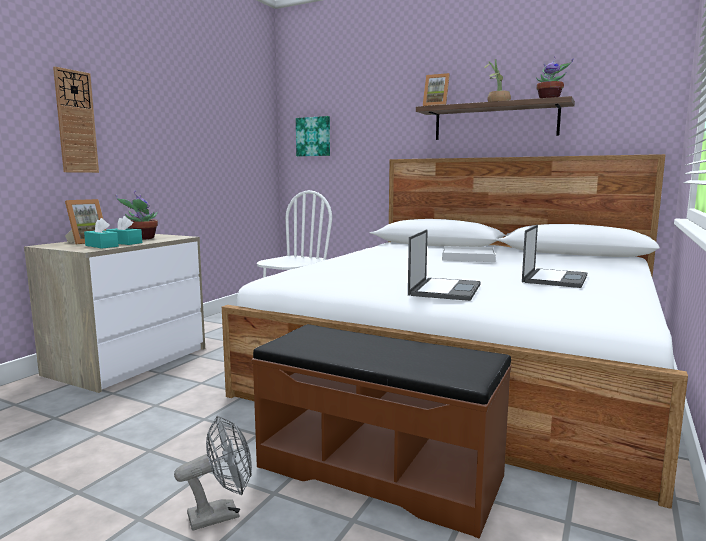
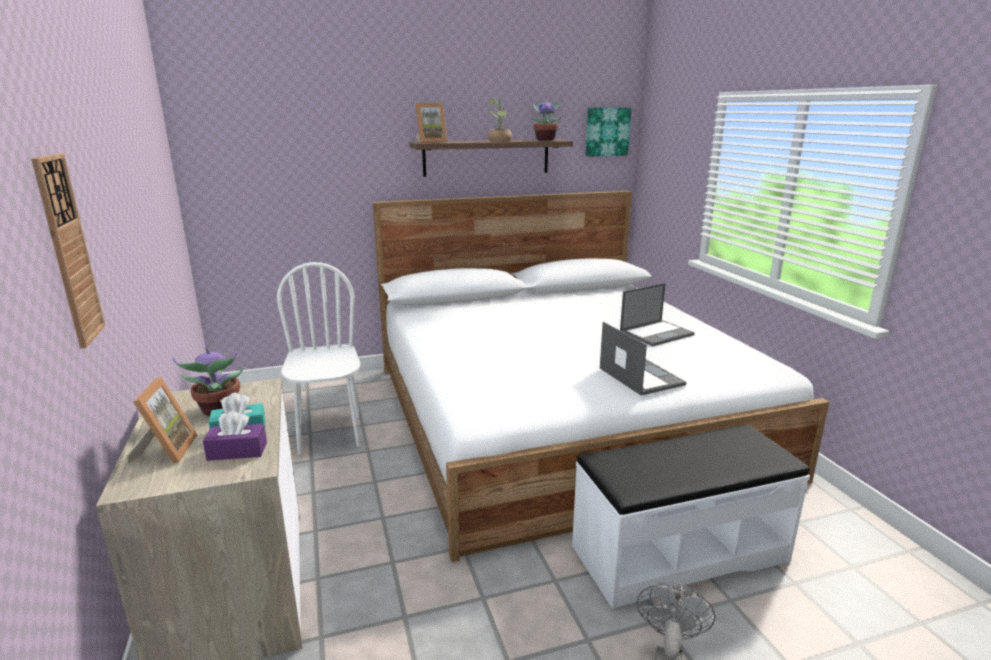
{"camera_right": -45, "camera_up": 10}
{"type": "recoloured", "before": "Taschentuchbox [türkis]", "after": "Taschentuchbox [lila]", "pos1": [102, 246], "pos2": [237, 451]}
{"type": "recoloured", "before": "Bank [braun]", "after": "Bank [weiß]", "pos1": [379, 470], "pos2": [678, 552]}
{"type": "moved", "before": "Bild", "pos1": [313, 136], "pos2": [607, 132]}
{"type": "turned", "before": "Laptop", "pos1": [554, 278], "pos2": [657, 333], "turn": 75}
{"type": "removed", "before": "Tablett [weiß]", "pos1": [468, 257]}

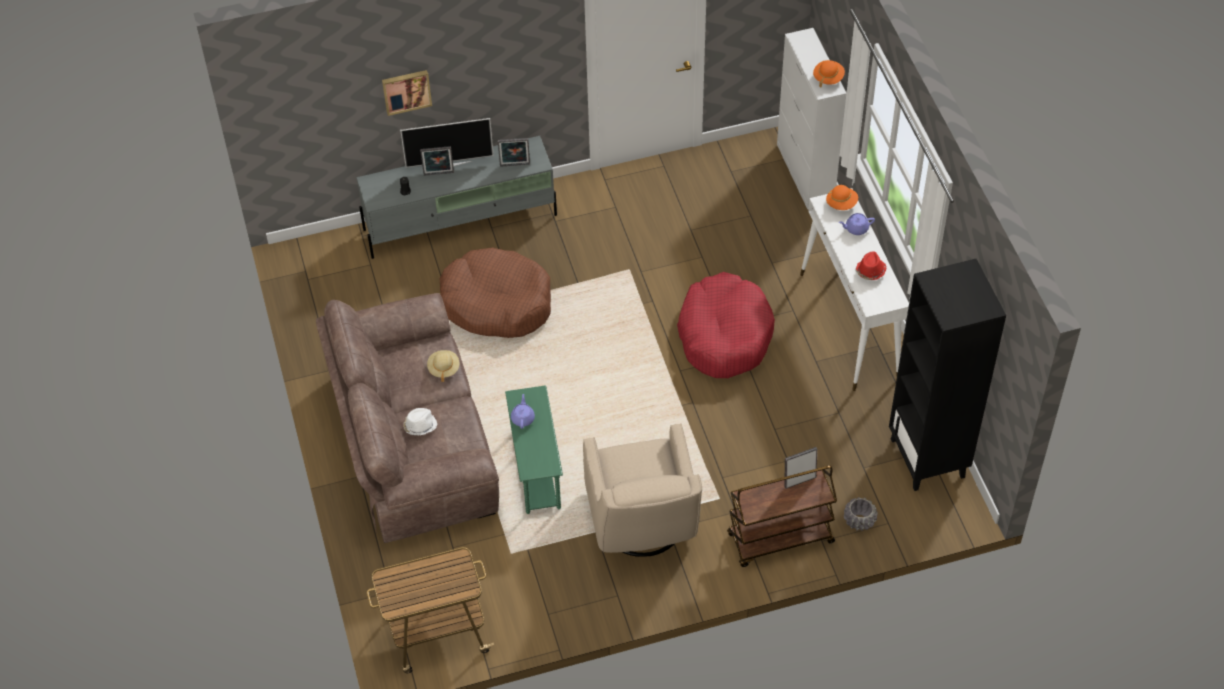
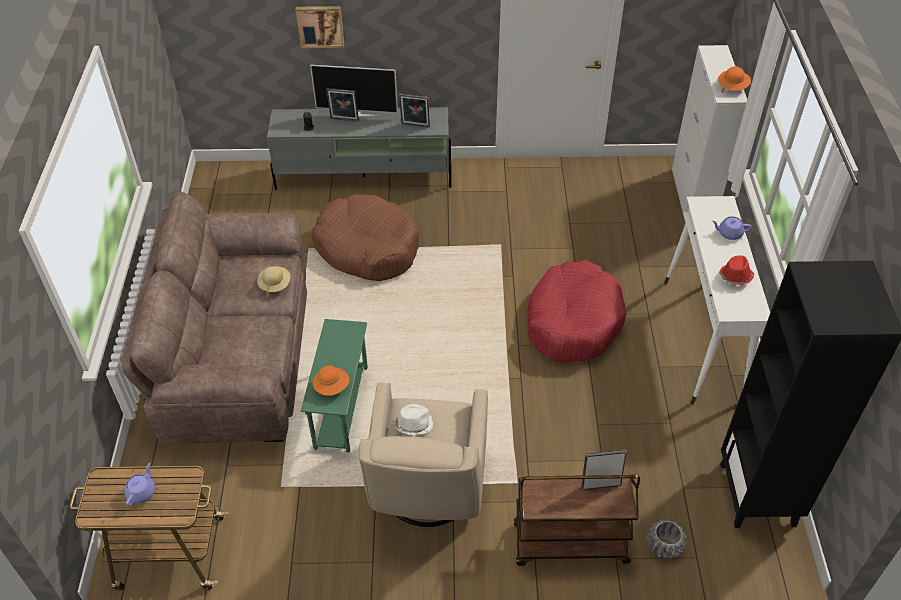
{"camera_right": 15, "camera_up": -5}
{"type": "moved", "before": "Teekanne [lila]", "pos1": [523, 418], "pos2": [142, 492]}
{"type": "moved", "before": "Hut [orange]", "pos1": [841, 203], "pos2": [332, 386]}
{"type": "moved", "before": "Hut [weiß]", "pos1": [419, 426], "pos2": [413, 424]}

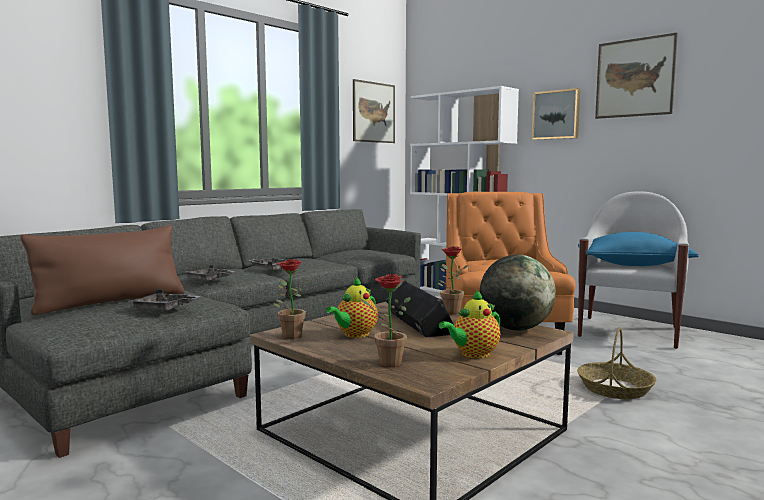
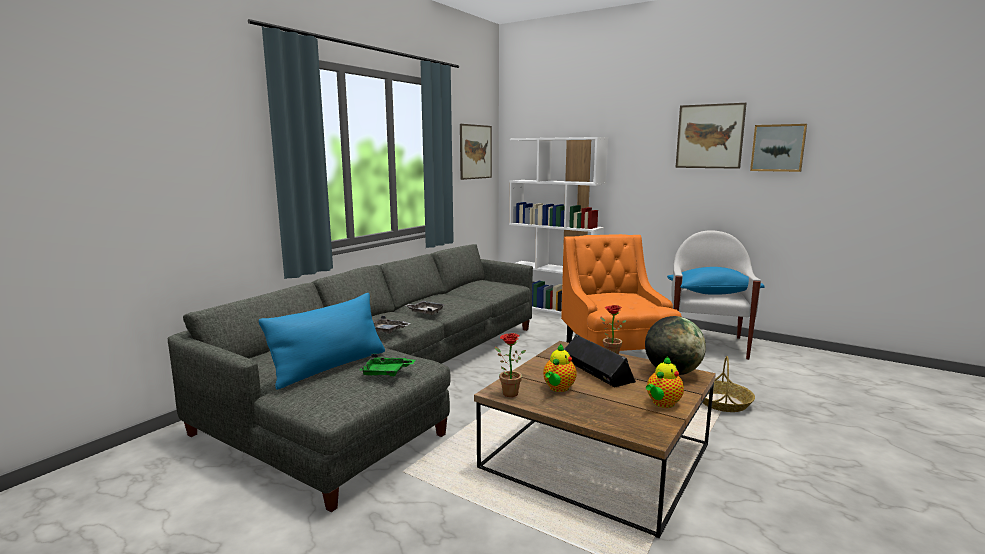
{"camera_right": -10, "camera_up": 5}
{"type": "recoloured", "before": "Kissen [braun]", "after": "Kissen [blau]", "pos1": [111, 302], "pos2": [330, 367]}
{"type": "recoloured", "before": "Tablett [grau]", "after": "Tablett [grün]", "pos1": [164, 308], "pos2": [386, 372]}
{"type": "moved", "before": "Bild", "pos1": [556, 115], "pos2": [778, 148]}
{"type": "removed", "before": "Topfpflanze", "pos1": [385, 363]}

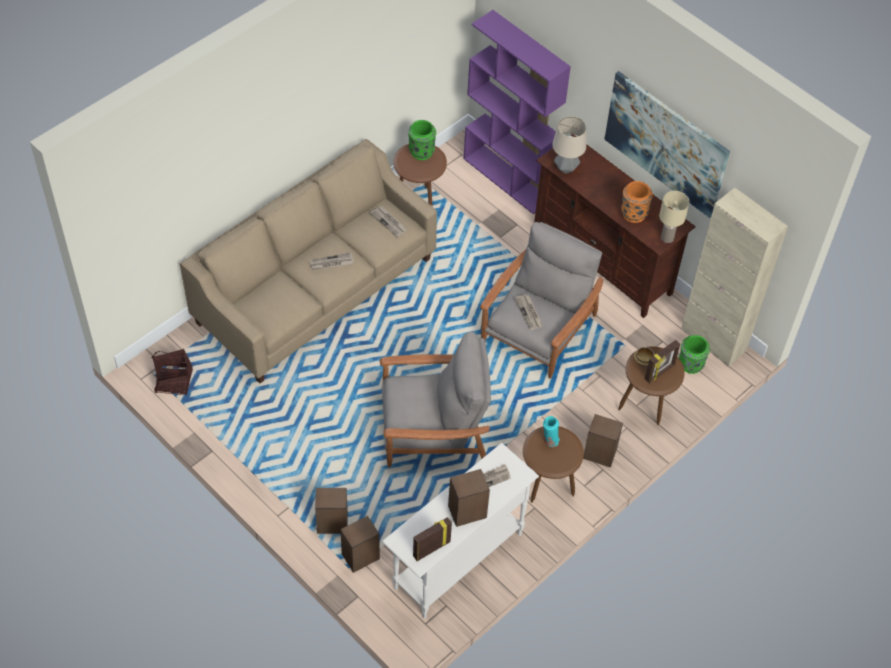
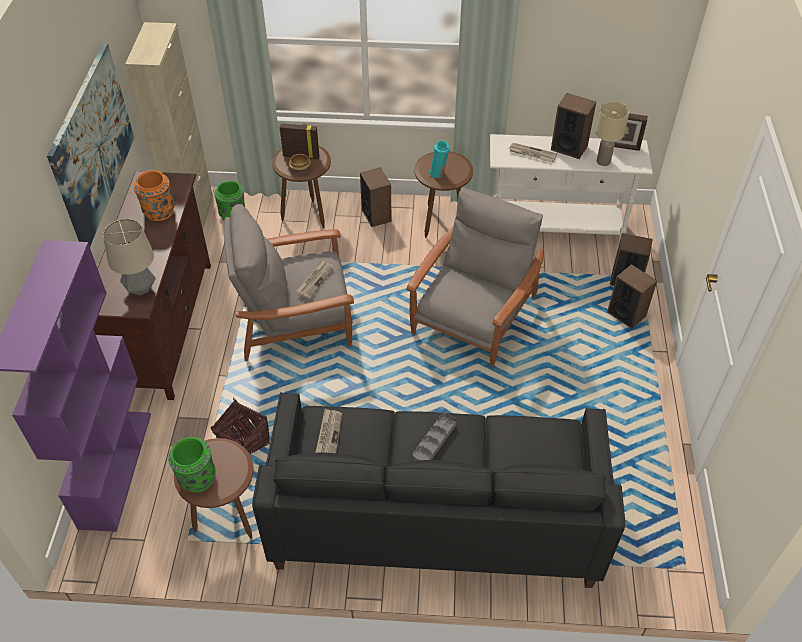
{"camera_right": -130, "camera_up": -5}
{"type": "moved", "before": "Korb", "pos1": [174, 381], "pos2": [243, 441]}
{"type": "recoloured", "before": "Sofa [beige]", "after": "Sofa [schwarz]", "pos1": [315, 290], "pos2": [434, 516]}
{"type": "turned", "before": "Sessel [grau]", "pos1": [432, 430], "pos2": [473, 316], "turn": 75}
{"type": "replaced", "before": "Zeitung", "after": "Tablett [grau]", "pos1": [331, 263], "pos2": [434, 441]}
{"type": "moved", "before": "Tischlampe [beige]", "pos1": [667, 238], "pos2": [603, 161]}

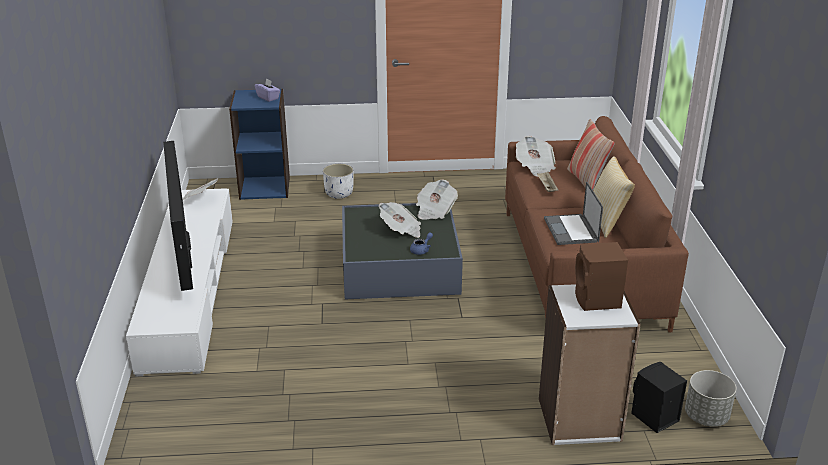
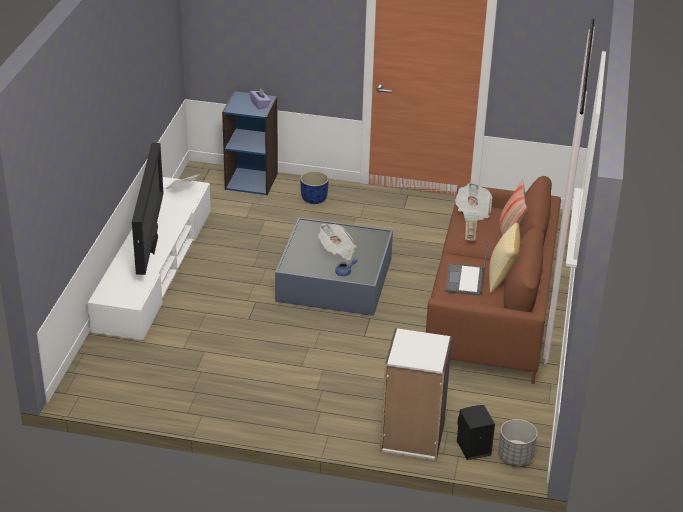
{"camera_right": 15, "camera_up": 5}
{"type": "recoloured", "before": "Pflanzkübel [weiß]", "after": "Pflanzkübel [blau]", "pos1": [339, 193], "pos2": [314, 199]}
{"type": "removed", "before": "Zeitung", "pos1": [434, 211]}
{"type": "removed", "before": "Lautsprecher [braun]", "pos1": [597, 301]}

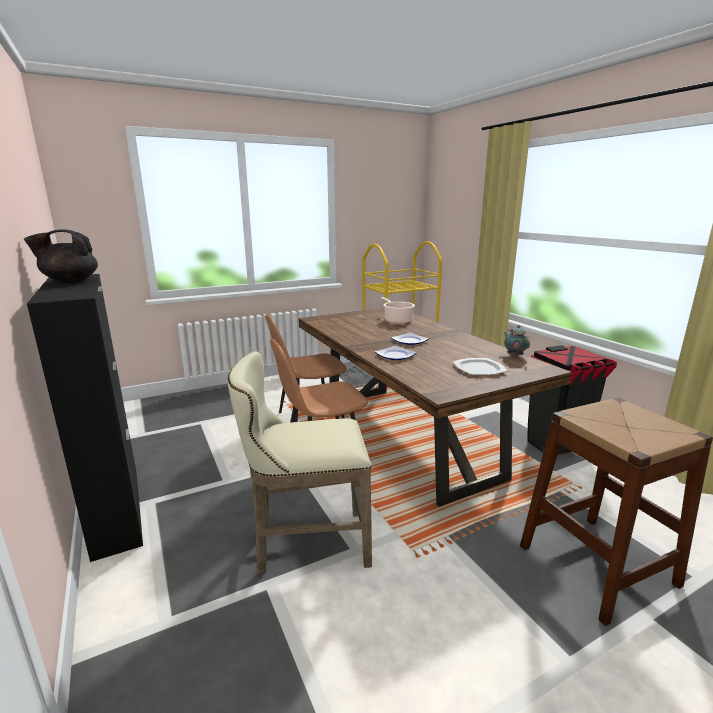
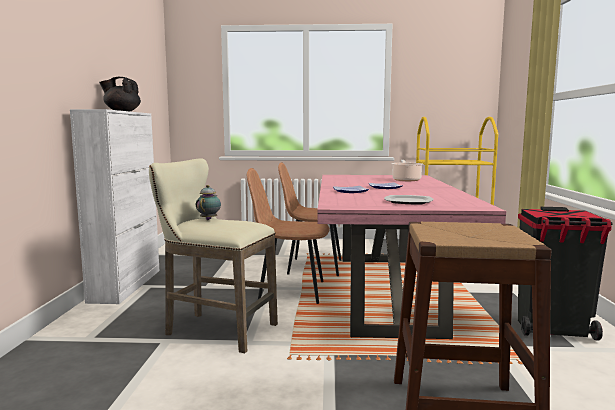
{"camera_right": 30, "camera_up": -10}
{"type": "recoloured", "before": "Schrank [schwarz]", "after": "Schrank [weiß]", "pos1": [117, 509], "pos2": [126, 285]}
{"type": "moved", "before": "Teekanne", "pos1": [514, 355], "pos2": [209, 219]}
{"type": "recoloured", "before": "Esstisch [braun]", "after": "Esstisch [rosa]", "pos1": [406, 437], "pos2": [385, 292]}

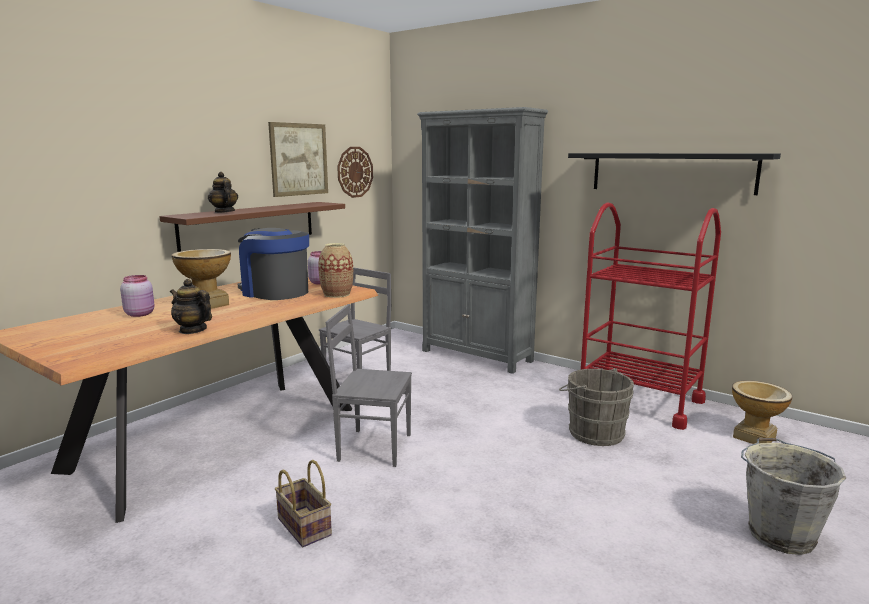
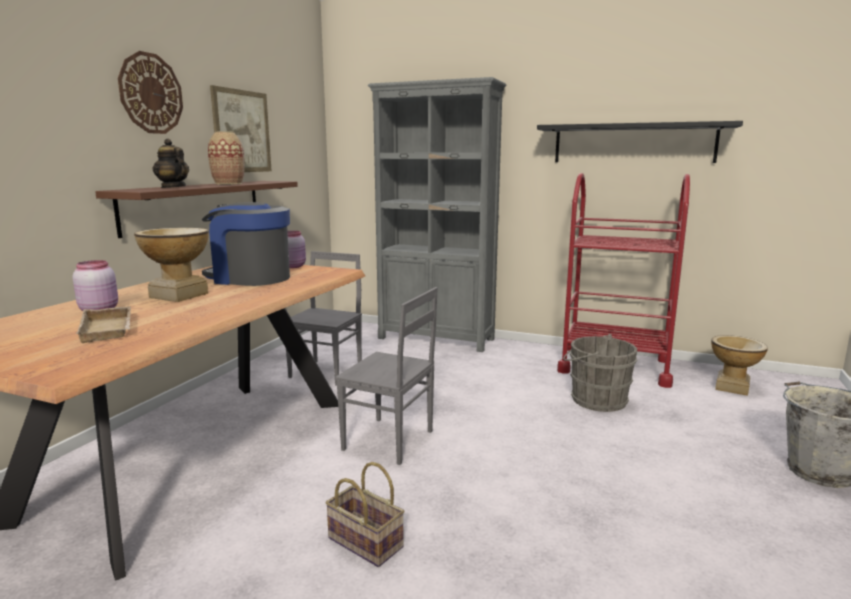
{"camera_right": -15, "camera_up": 0}
{"type": "added", "after": "Tablett [beige]", "pos2": [109, 329]}
{"type": "moved", "before": "Wanduhr", "pos1": [355, 172], "pos2": [151, 93]}
{"type": "moved", "before": "Vase", "pos1": [337, 294], "pos2": [228, 183]}
{"type": "turned", "before": "Stuhl [grau]", "pos1": [374, 446], "pos2": [389, 441], "turn": -150}
{"type": "removed", "before": "Teekanne", "pos1": [192, 330]}

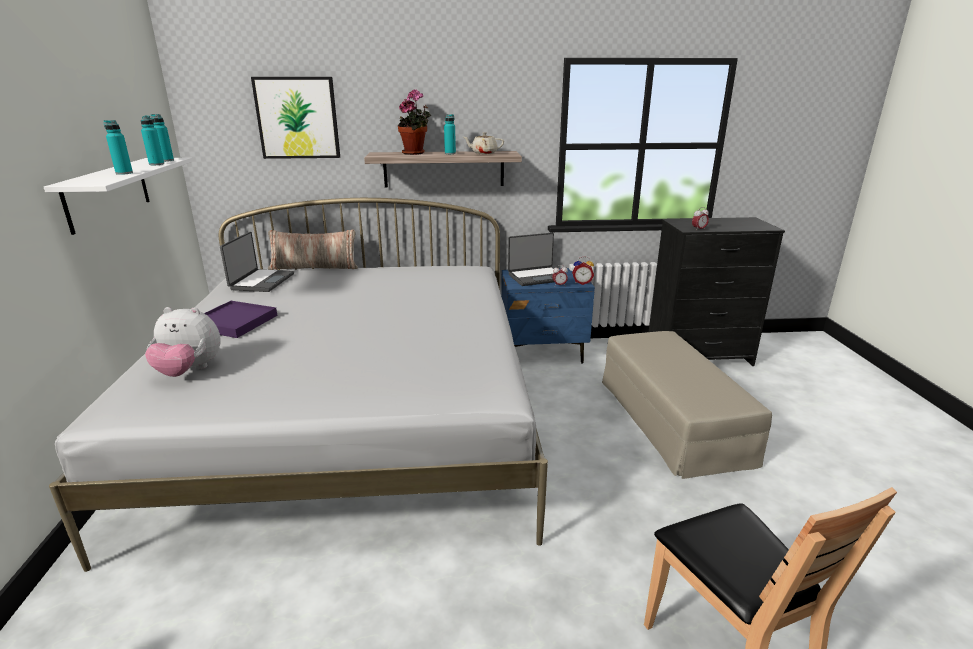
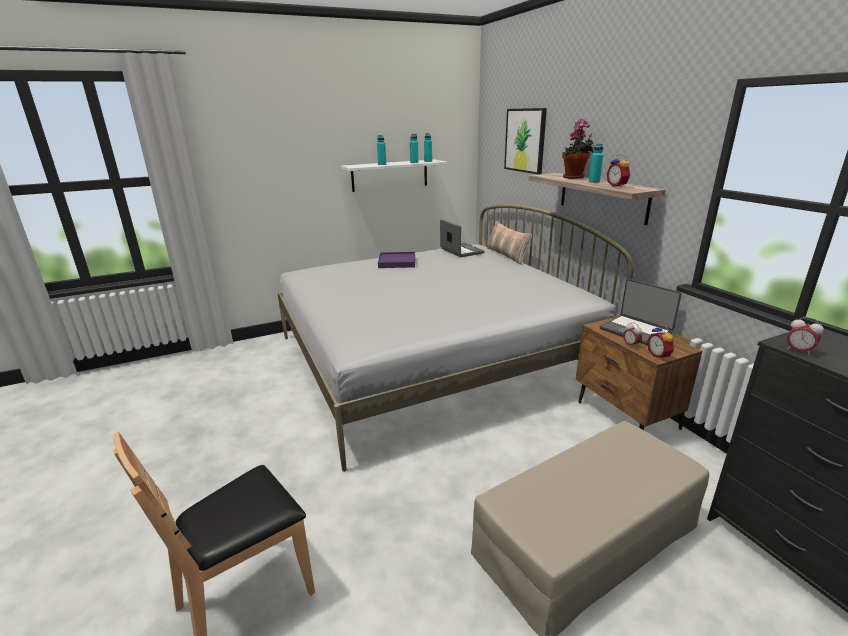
{"camera_right": 70, "camera_up": 0}
{"type": "turned", "before": "Laptop", "pos1": [261, 281], "pos2": [461, 251], "turn": -105}
{"type": "recoloured", "before": "Nachttisch [blau]", "after": "Nachttisch [braun]", "pos1": [543, 353], "pos2": [627, 415]}
{"type": "replaced", "before": "Teekanne [beige]", "after": "Wecker", "pos1": [483, 153], "pos2": [617, 186]}
{"type": "removed", "before": "Plüschtier", "pos1": [189, 371]}

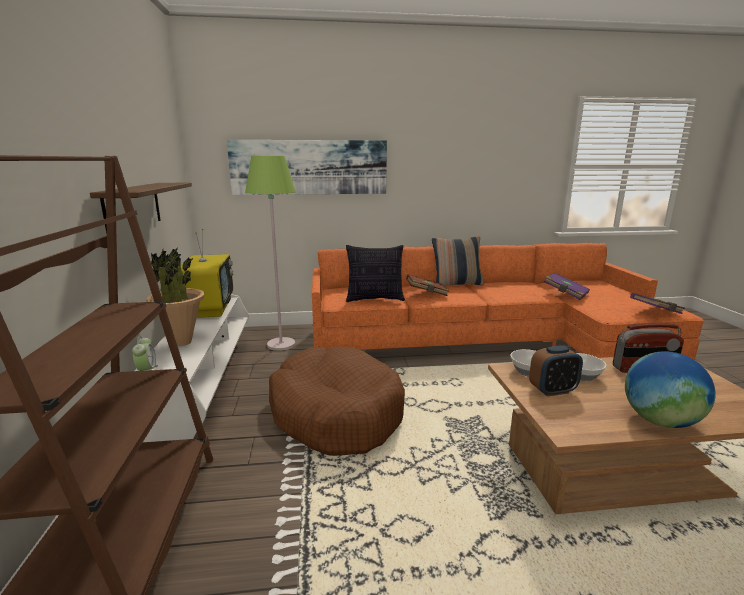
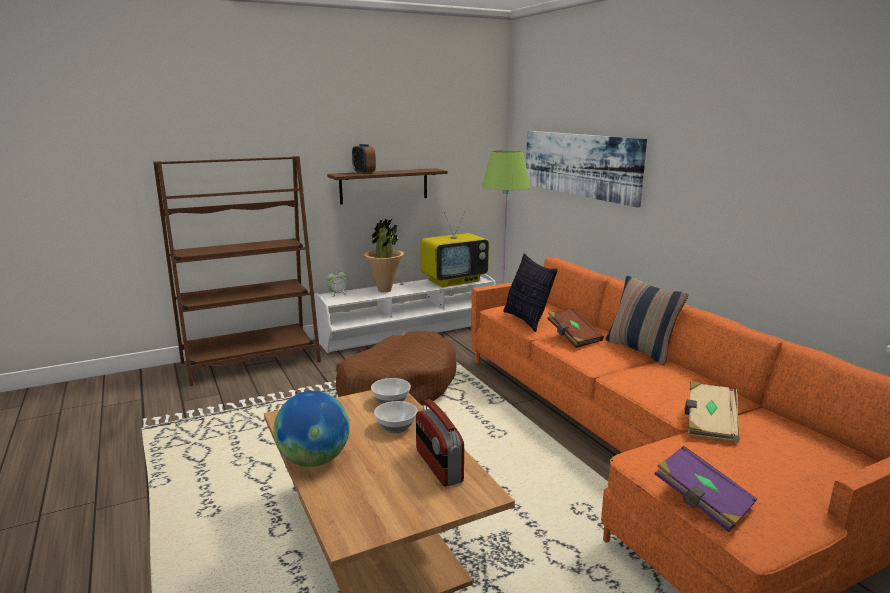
{"camera_right": 70, "camera_up": 0}
{"type": "moved", "before": "Wecker", "pos1": [552, 391], "pos2": [364, 173]}
{"type": "recoloured", "before": "Buch [lila]", "after": "Buch [beige]", "pos1": [565, 294], "pos2": [709, 424]}

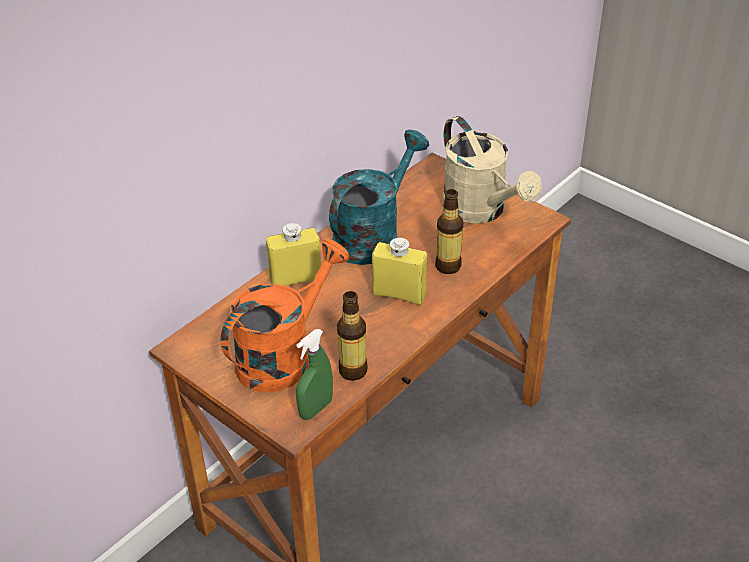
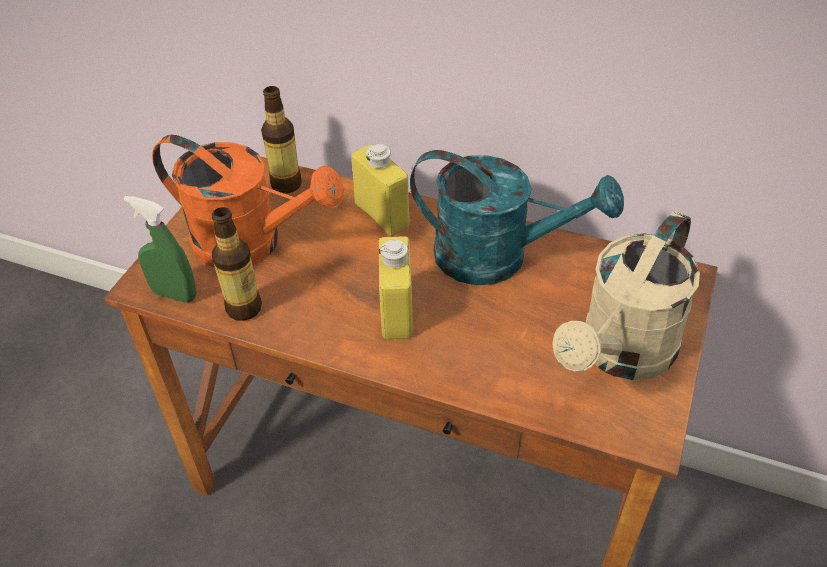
{"camera_right": 70, "camera_up": 5}
{"type": "moved", "before": "Flasche", "pos1": [448, 266], "pos2": [286, 184]}

